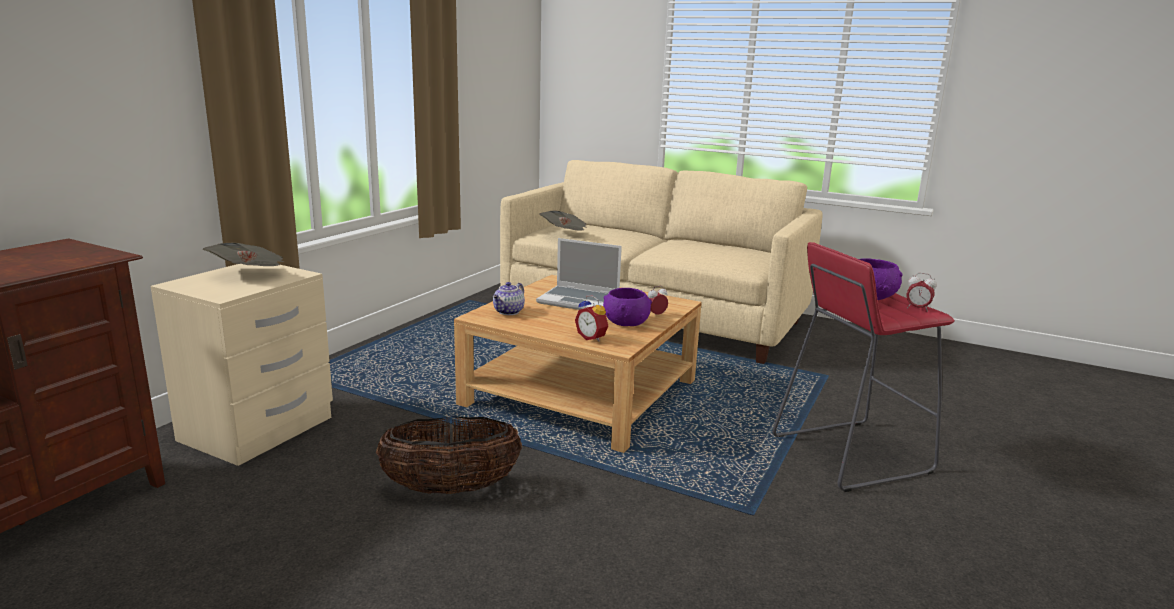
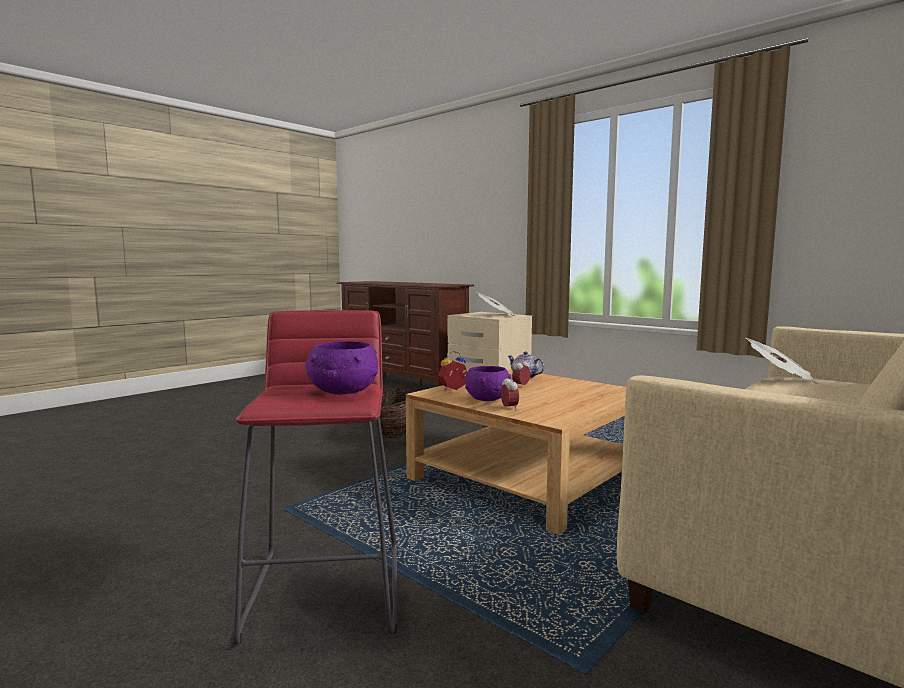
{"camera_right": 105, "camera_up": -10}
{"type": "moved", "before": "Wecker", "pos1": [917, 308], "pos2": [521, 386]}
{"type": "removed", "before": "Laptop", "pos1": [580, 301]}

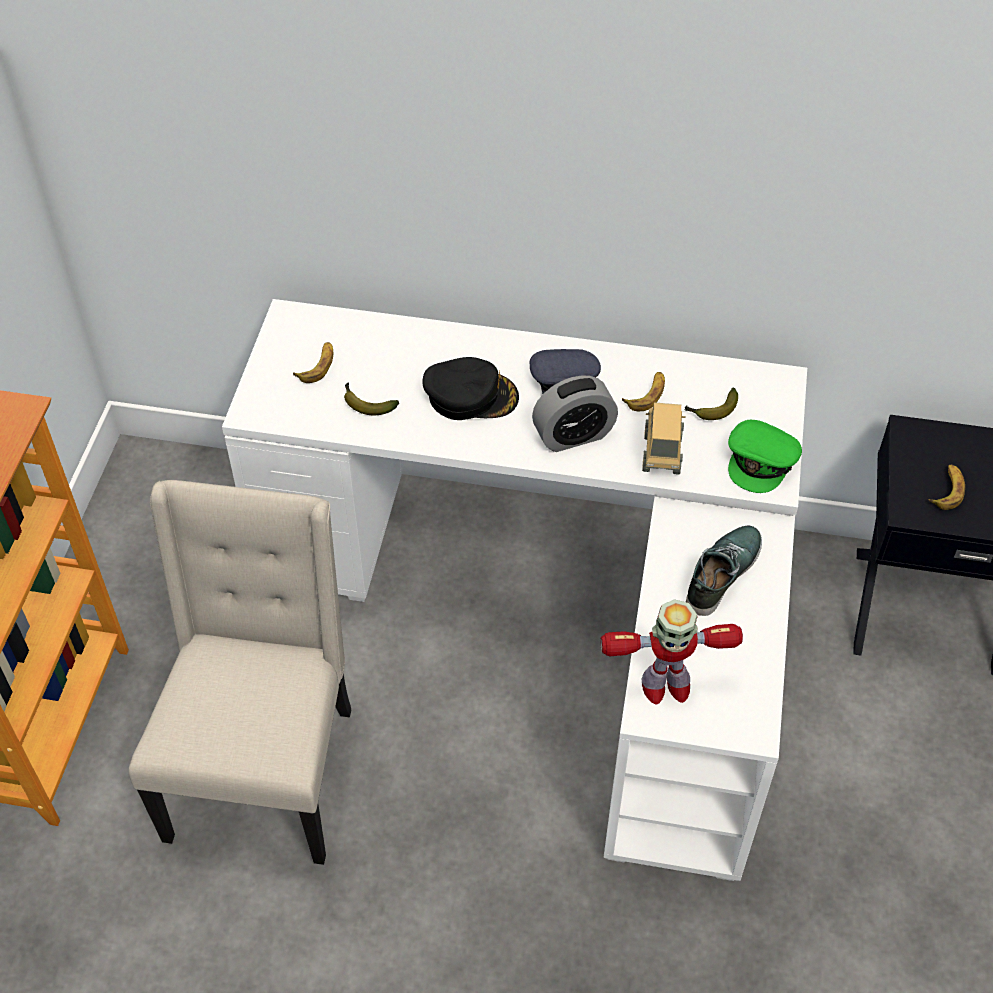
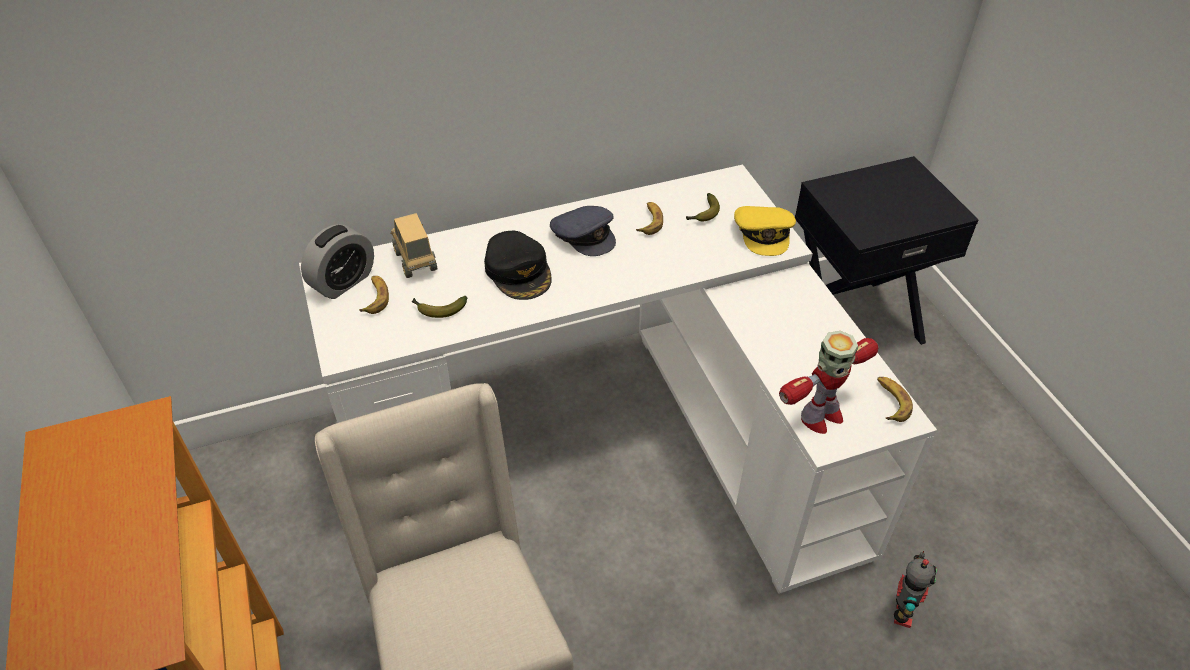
{"camera_right": -30, "camera_up": -5}
{"type": "moved", "before": "Wecker", "pos1": [573, 435], "pos2": [343, 282]}
{"type": "moved", "before": "Spielzeuglaster", "pos1": [661, 454], "pos2": [416, 261]}
{"type": "turned", "before": "Kappe [schwarz]", "pos1": [471, 395], "pos2": [519, 271], "turn": 90}
{"type": "recoloured", "before": "Kappe [grün]", "after": "Kappe [gelb]", "pos1": [761, 461], "pos2": [763, 233]}
{"type": "moved", "before": "Banane", "pos1": [947, 490], "pos2": [890, 402]}
{"type": "added", "after": "Spielzeugroboter", "pos2": [900, 613]}
{"type": "removed", "before": "Schuh", "pos1": [721, 573]}

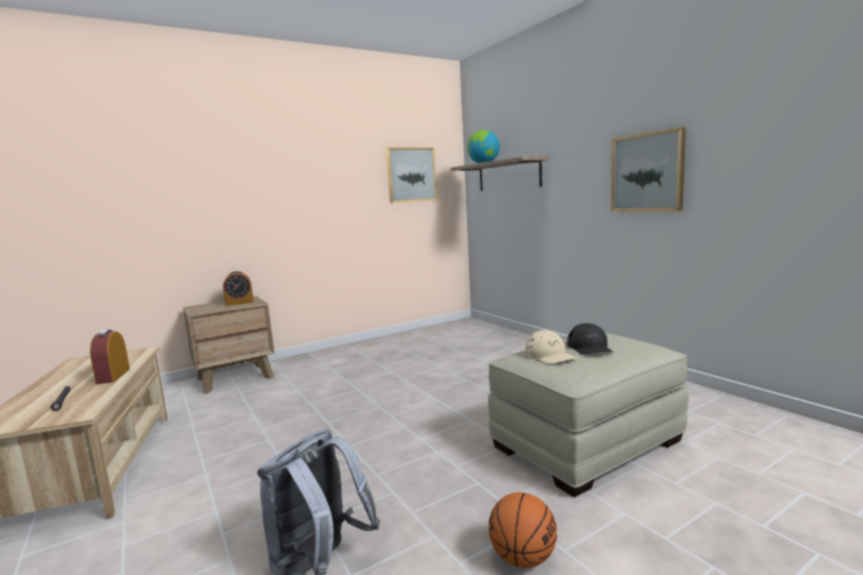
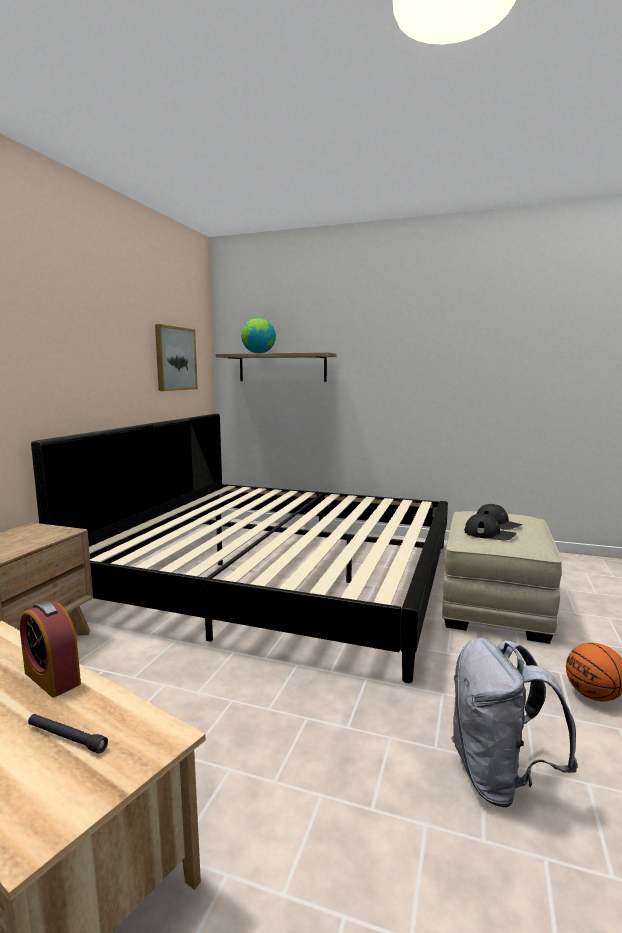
{"camera_right": -40, "camera_up": 0}
{"type": "added", "after": "Bett", "pos2": [279, 574]}
{"type": "recoloured", "before": "Kappe [beige]", "after": "Kappe [schwarz]", "pos1": [550, 355], "pos2": [489, 534]}
{"type": "removed", "before": "Wecker", "pos1": [239, 303]}
{"type": "removed", "before": "Bild", "pos1": [647, 172]}

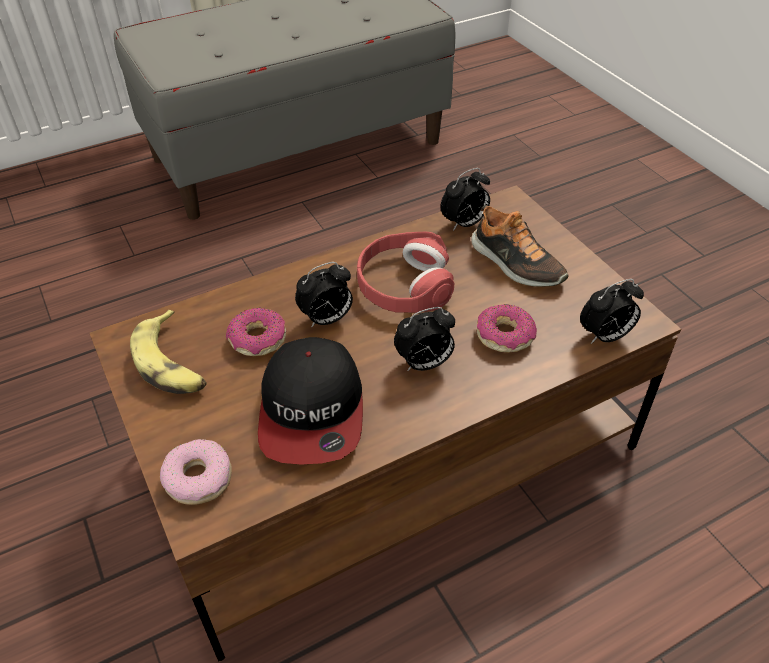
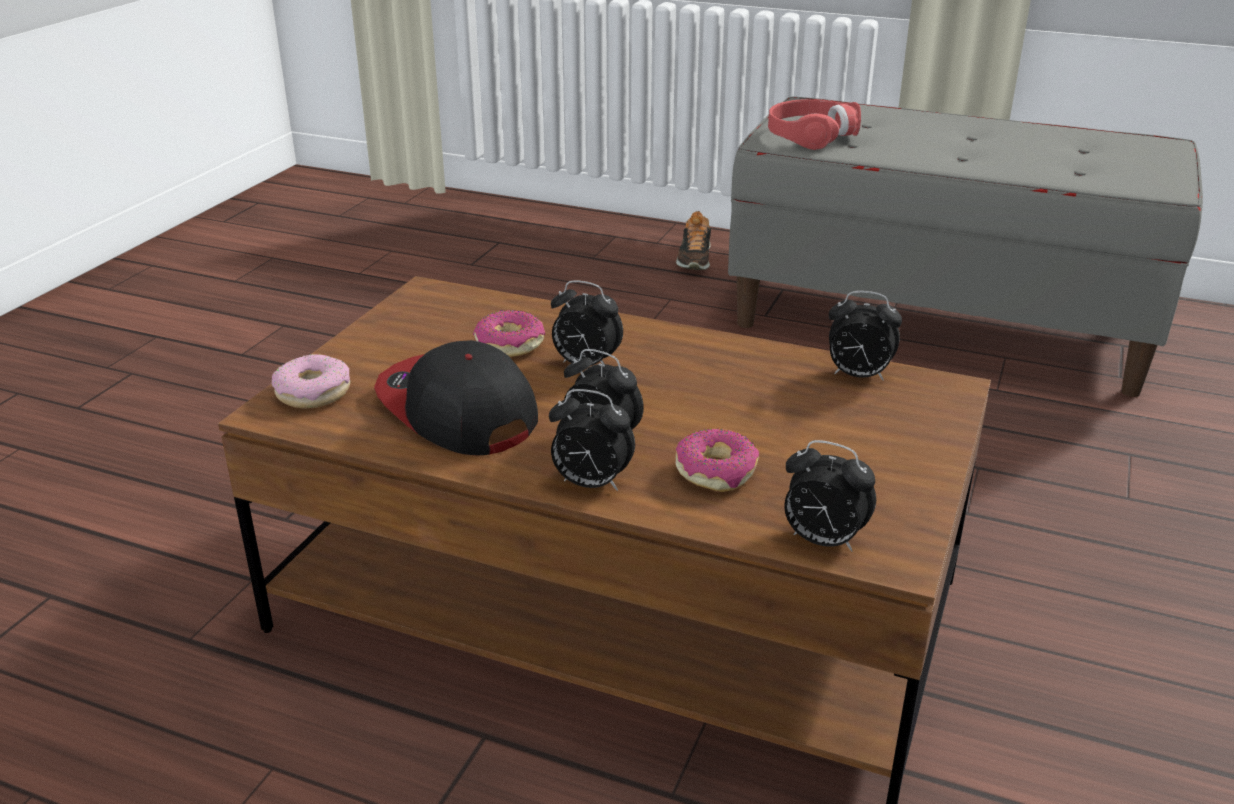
{"camera_right": 50, "camera_up": -15}
{"type": "turned", "before": "Kappe", "pos1": [312, 411], "pos2": [456, 409], "turn": 90}
{"type": "added", "after": "Wecker", "pos2": [590, 484]}
{"type": "moved", "before": "Schuh", "pos1": [515, 264], "pos2": [694, 258]}
{"type": "moved", "before": "Kopfhörer [rot]", "pos1": [404, 285], "pos2": [810, 135]}
{"type": "removed", "before": "Banane", "pos1": [172, 364]}

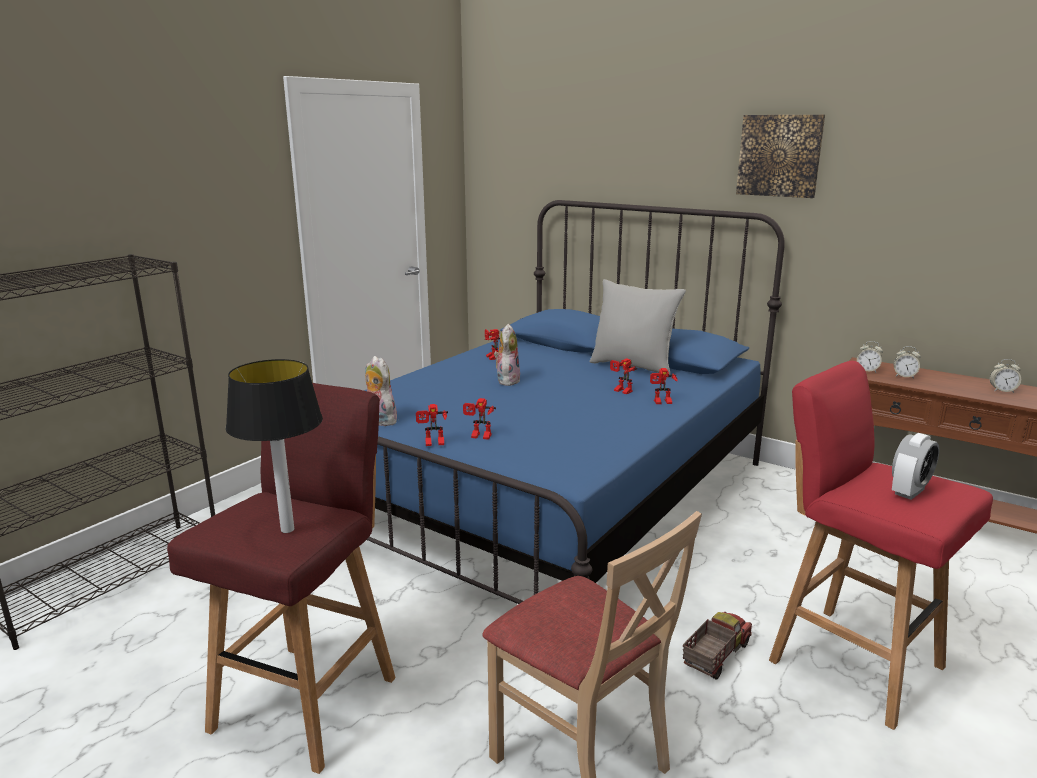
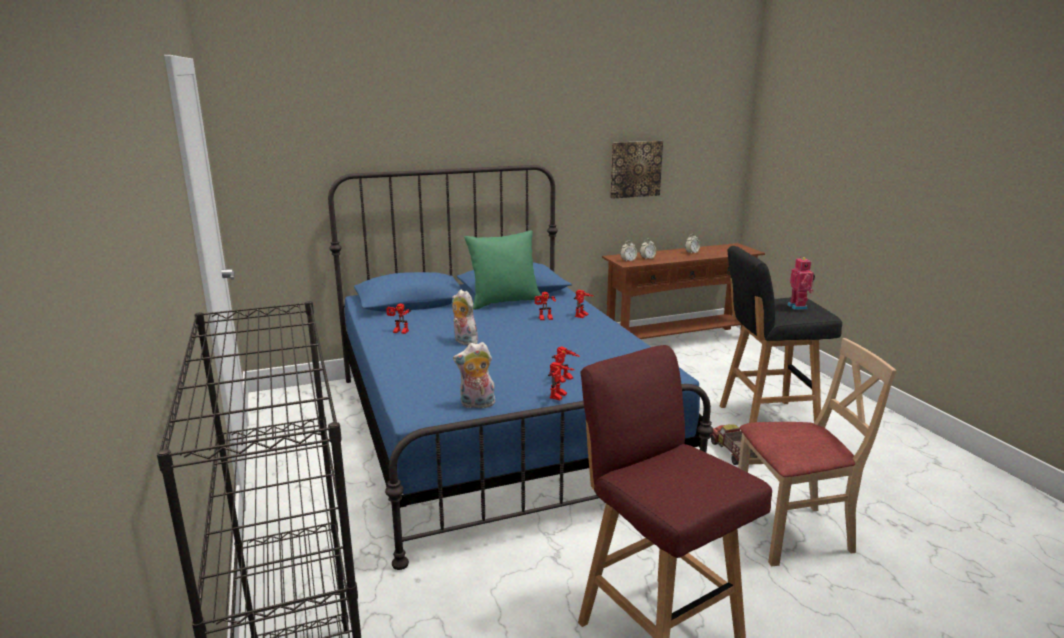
{"camera_right": -55, "camera_up": 0}
{"type": "recoloured", "before": "Kissen [grau]", "after": "Kissen [grün]", "pos1": [633, 366], "pos2": [504, 302]}
{"type": "moved", "before": "Bild", "pos1": [779, 155], "pos2": [635, 169]}
{"type": "recoloured", "before": "Hocker [rot]", "after": "Hocker [schwarz]", "pos1": [851, 661], "pos2": [765, 420]}
{"type": "replaced", "before": "Wecker", "after": "Spielzeugroboter", "pos1": [909, 491], "pos2": [798, 306]}
{"type": "removed", "before": "Tischlampe", "pos1": [287, 529]}

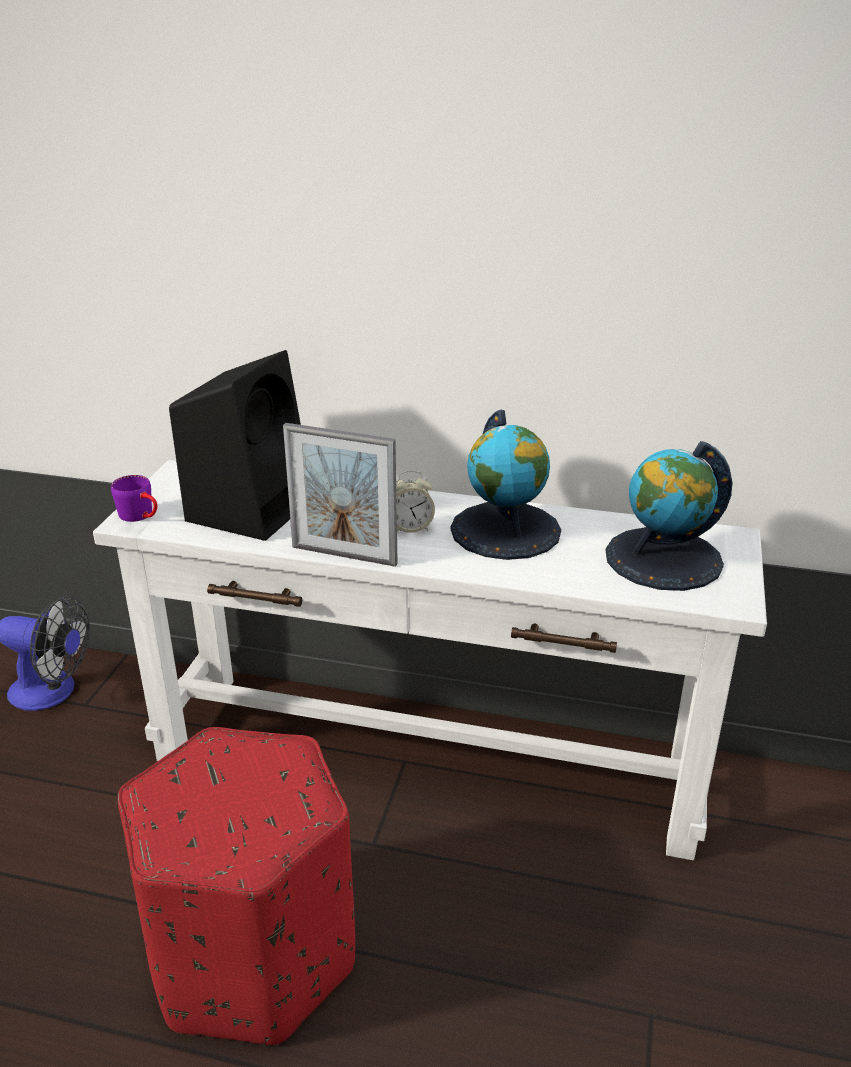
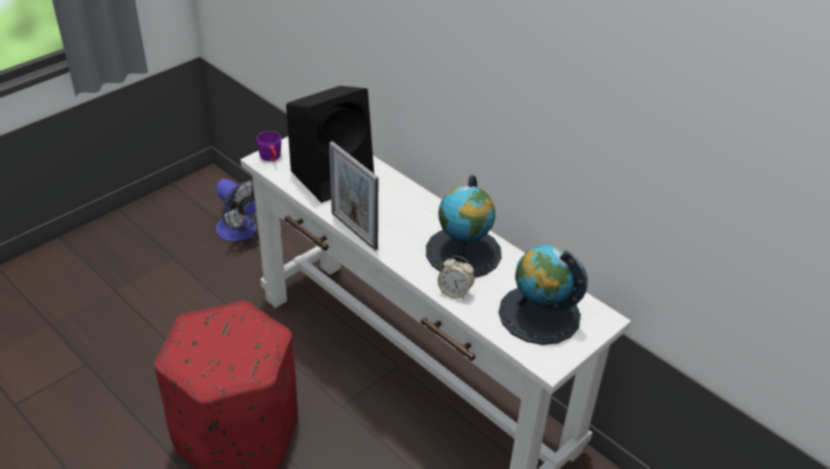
{"camera_right": 30, "camera_up": 10}
{"type": "moved", "before": "Wecker", "pos1": [410, 527], "pos2": [455, 292]}

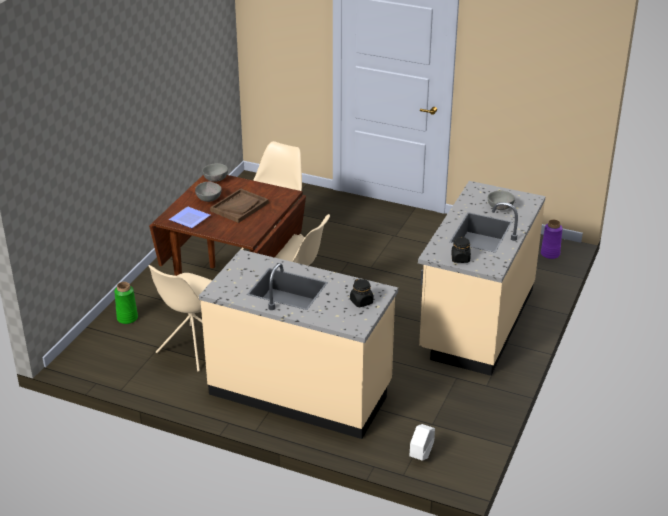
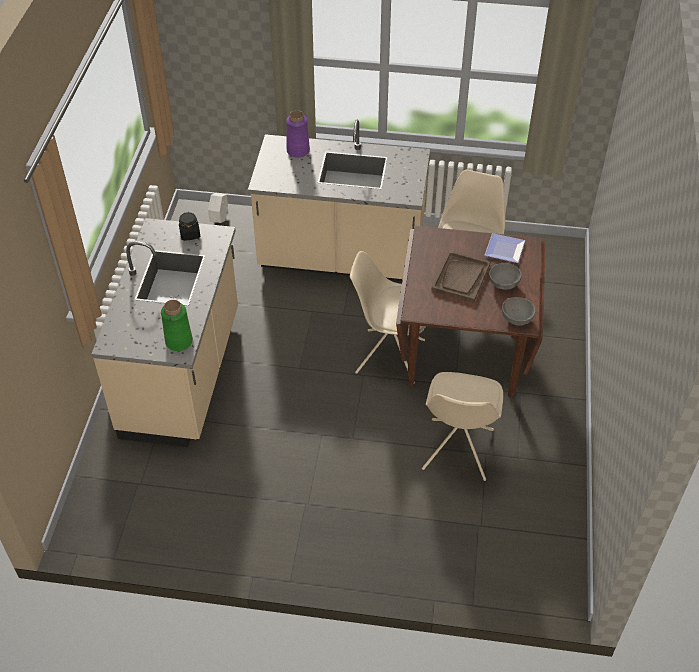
{"camera_right": 165, "camera_up": 15}
{"type": "moved", "before": "Vase [grün]", "pos1": [127, 318], "pos2": [179, 341]}
{"type": "moved", "before": "Vase [lila]", "pos1": [550, 254], "pos2": [298, 151]}
{"type": "removed", "before": "Vorratsglas [schwarz]", "pos1": [361, 302]}
{"type": "removed", "before": "Schüssel [grau]", "pos1": [500, 208]}

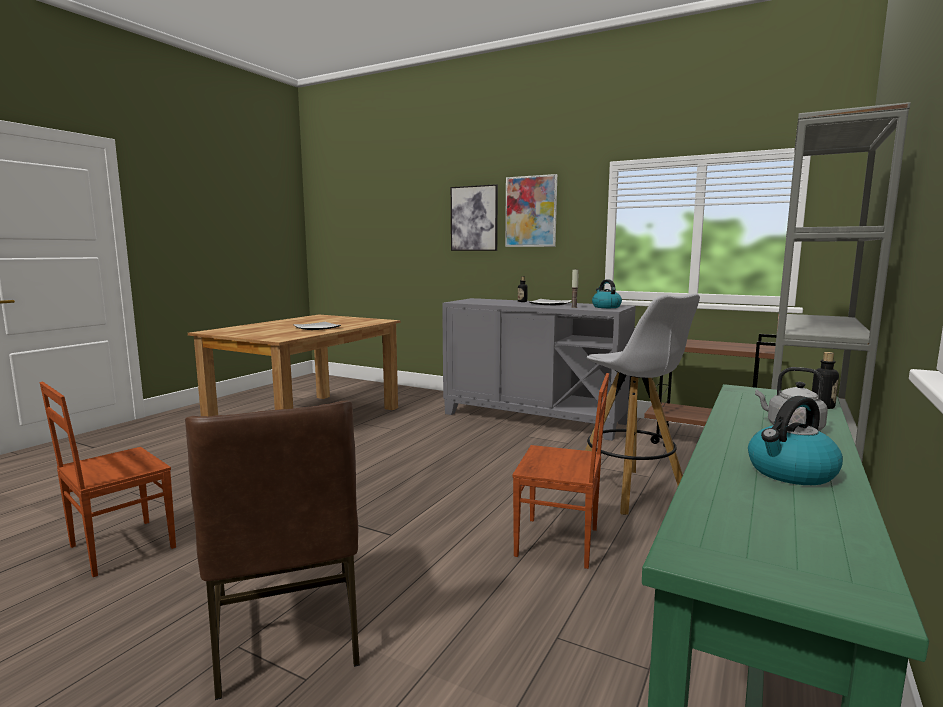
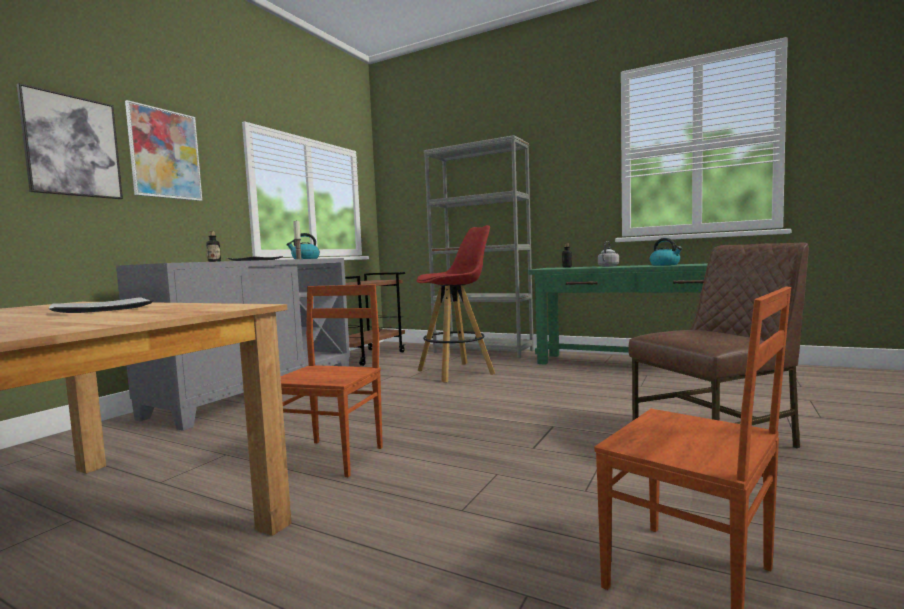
{"camera_right": -90, "camera_up": -5}
{"type": "moved", "before": "Stuhl [braun]", "pos1": [558, 543], "pos2": [333, 457]}
{"type": "recoloured", "before": "Hocker [weiß]", "after": "Hocker [rot]", "pos1": [630, 492], "pos2": [457, 372]}

